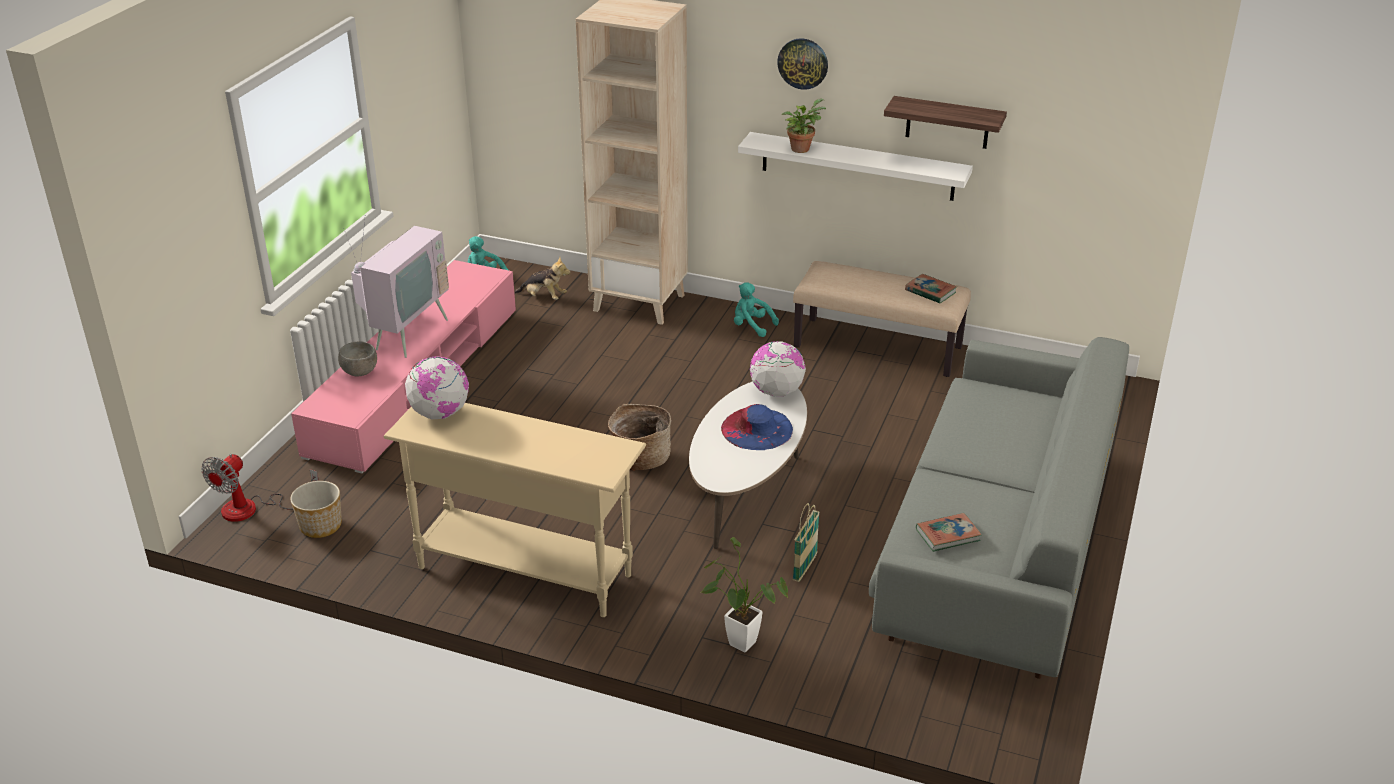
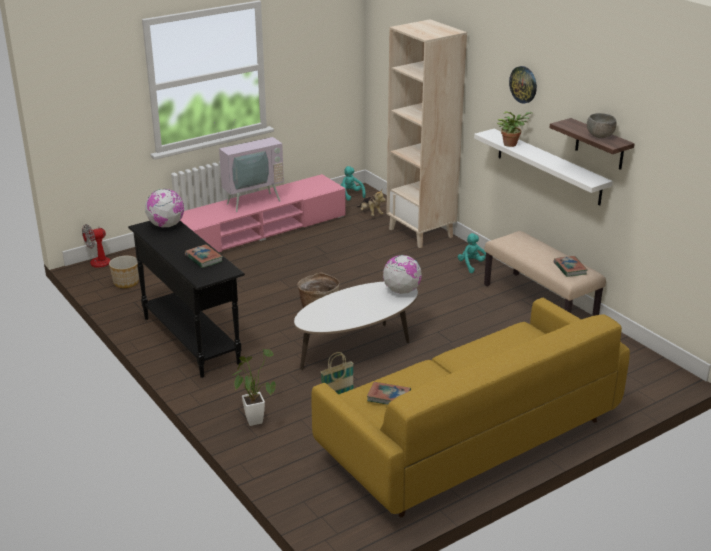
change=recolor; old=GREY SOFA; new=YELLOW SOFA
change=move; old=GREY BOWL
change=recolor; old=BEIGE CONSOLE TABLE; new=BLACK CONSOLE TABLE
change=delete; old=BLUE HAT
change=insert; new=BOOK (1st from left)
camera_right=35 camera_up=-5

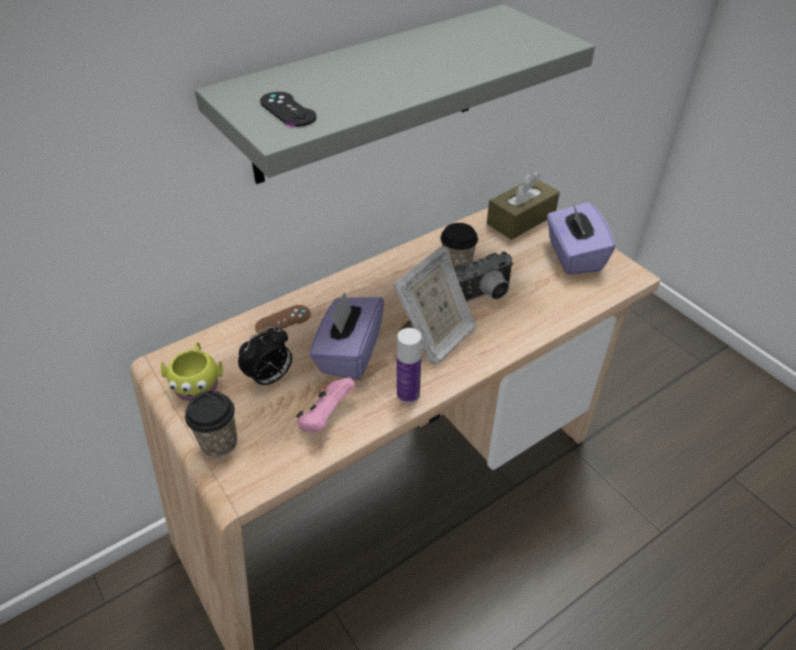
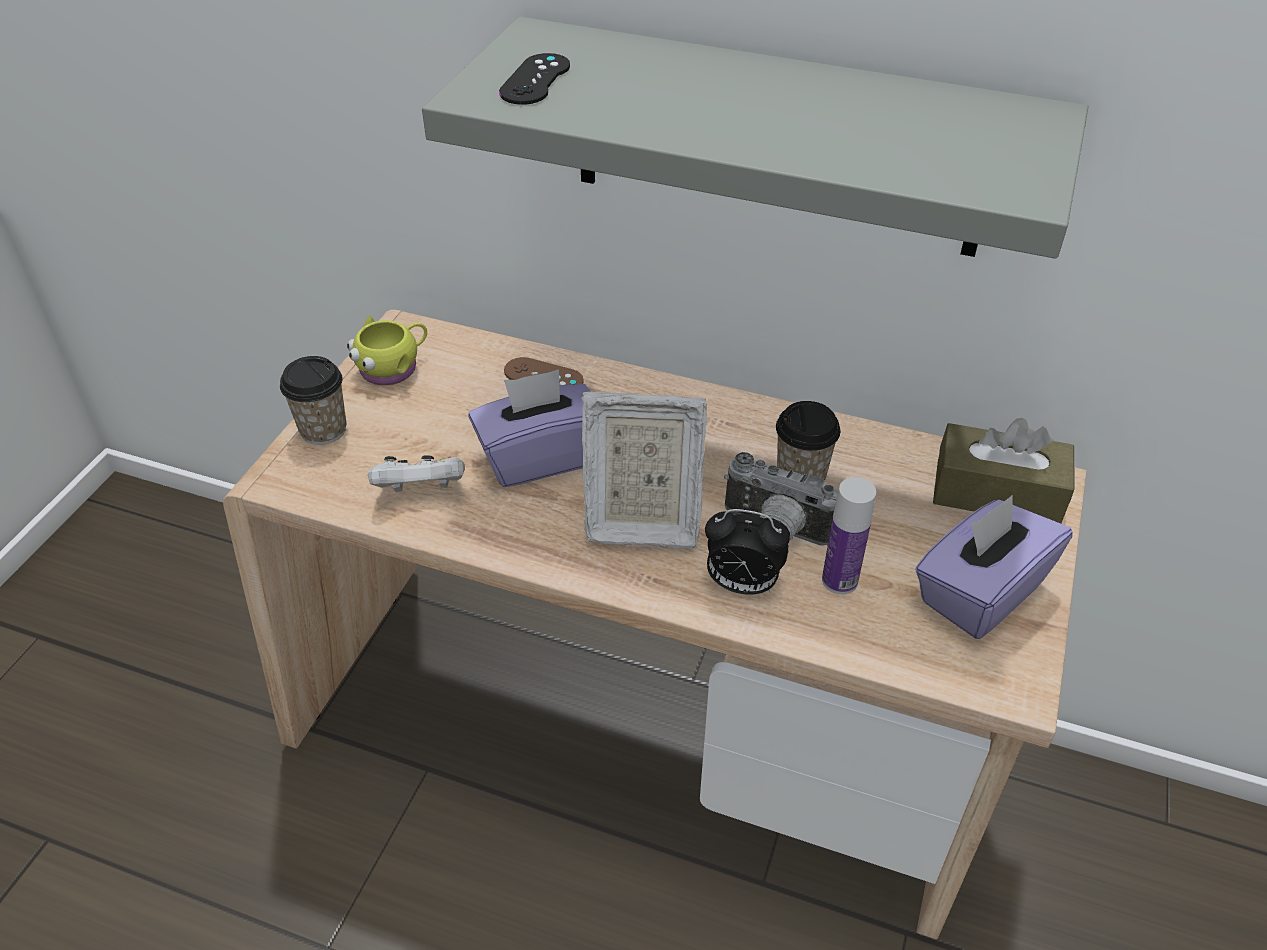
change=move; old=ALARM CLOCK
change=move; old=BOTTLE
change=recolor; old=PINK GAME CONTROLLER; new=WHITE GAME CONTROLLER
camera_right=55 camera_up=0

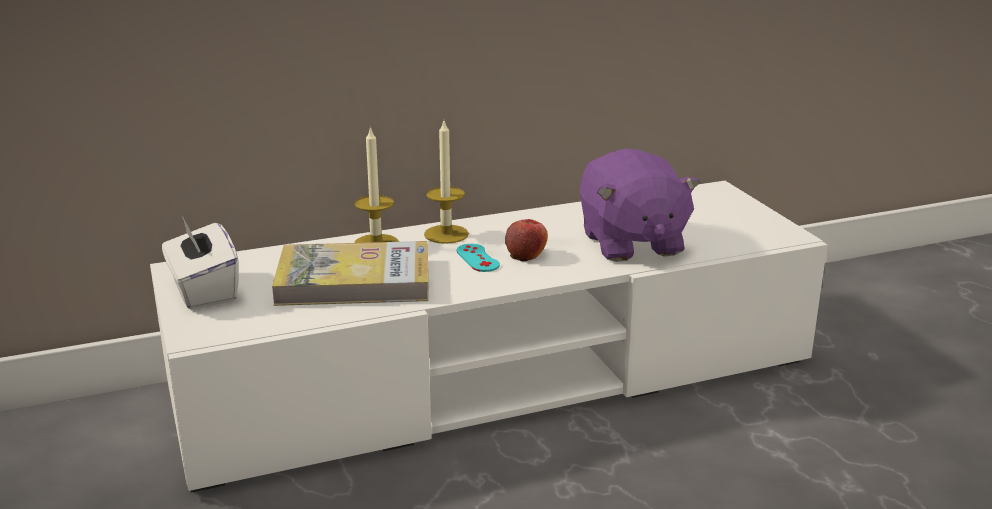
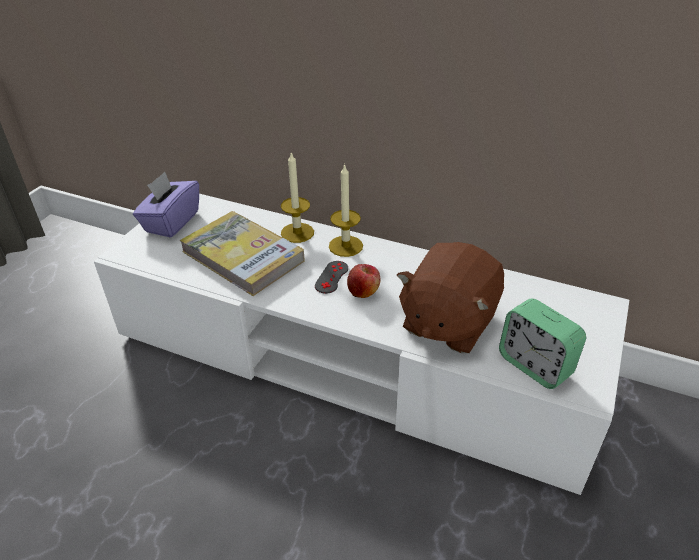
change=recolor; old=PURPLE PLUSH TOY; new=BROWN PLUSH TOY
change=recolor; old=WHITE TISSUE BOX; new=PURPLE TISSUE BOX
change=recolor; old=TURQUOISE GAME CONTROLLER; new=GREY GAME CONTROLLER
change=insert; new=ALARM CLOCK
camera_right=45 camera_up=15

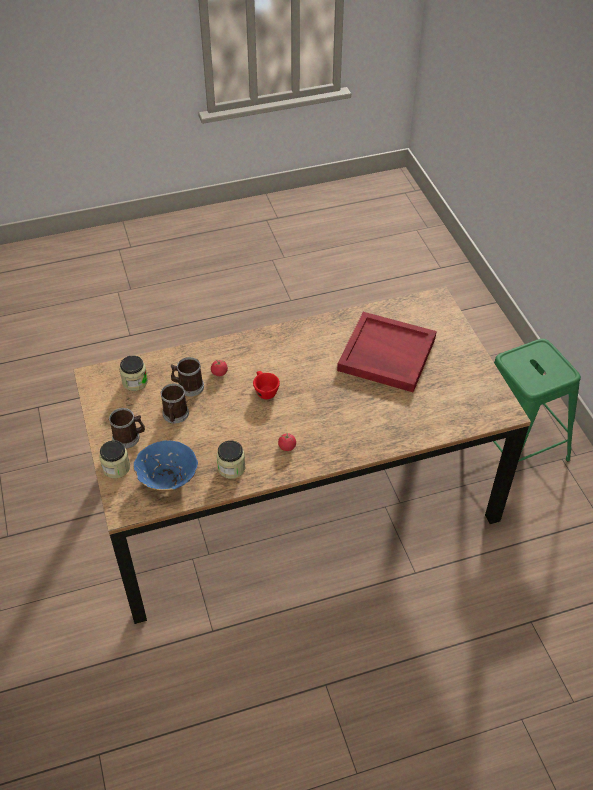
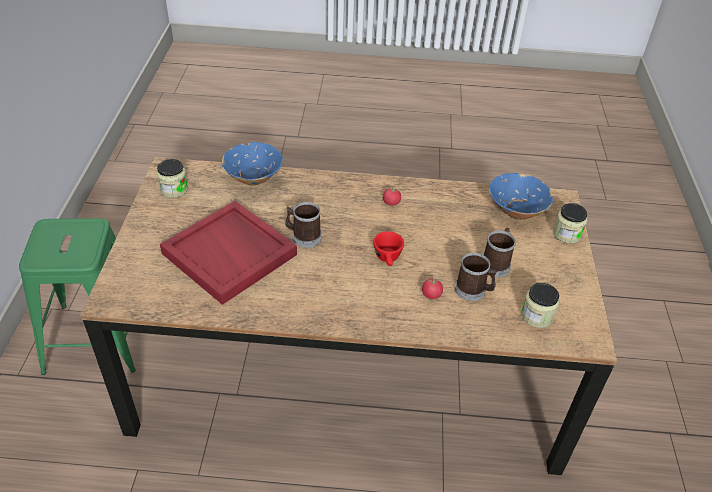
change=move; old=MUG (1st from left)
change=move; old=JAR (3rd from left in the first image); new=JAR (1st from left)
change=insert; new=BLUE BOWL (1st from left)
camera_right=-160 camera_up=-5

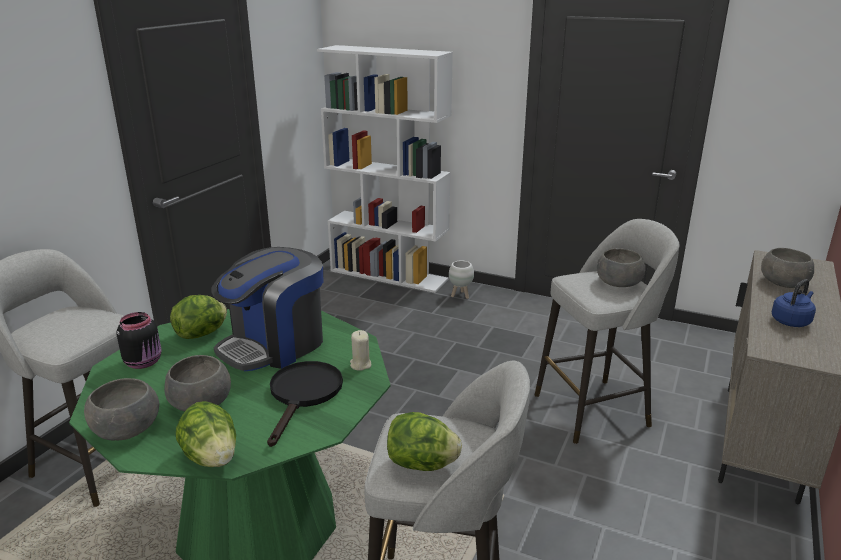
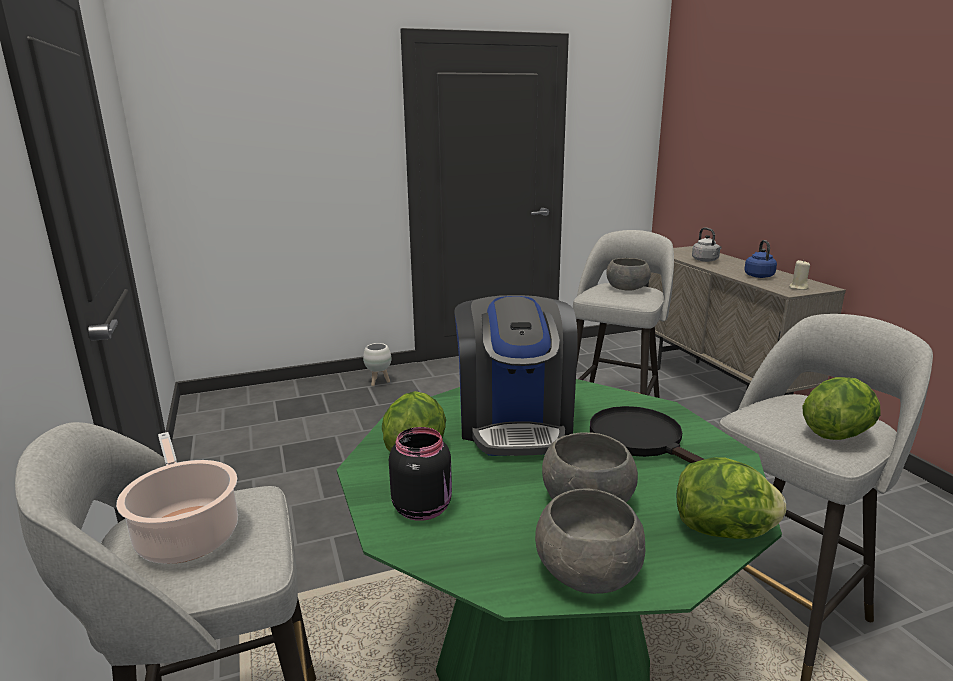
change=delete; old=WHITE BOOKCASE
change=replace; old=GREY BOWL (4th from left); new=GREY KETTLE
change=move; old=BEIGE CANDLE
change=insert; new=COOKING POT
camera_right=-45 camera_up=-5

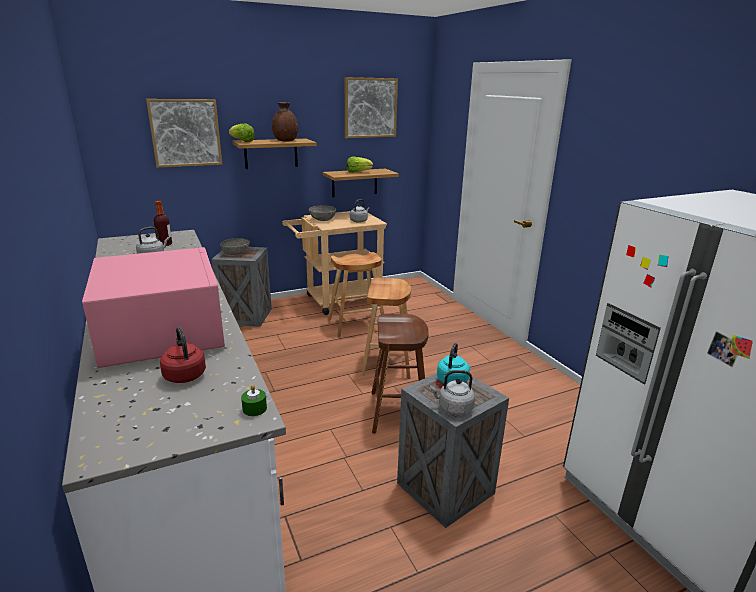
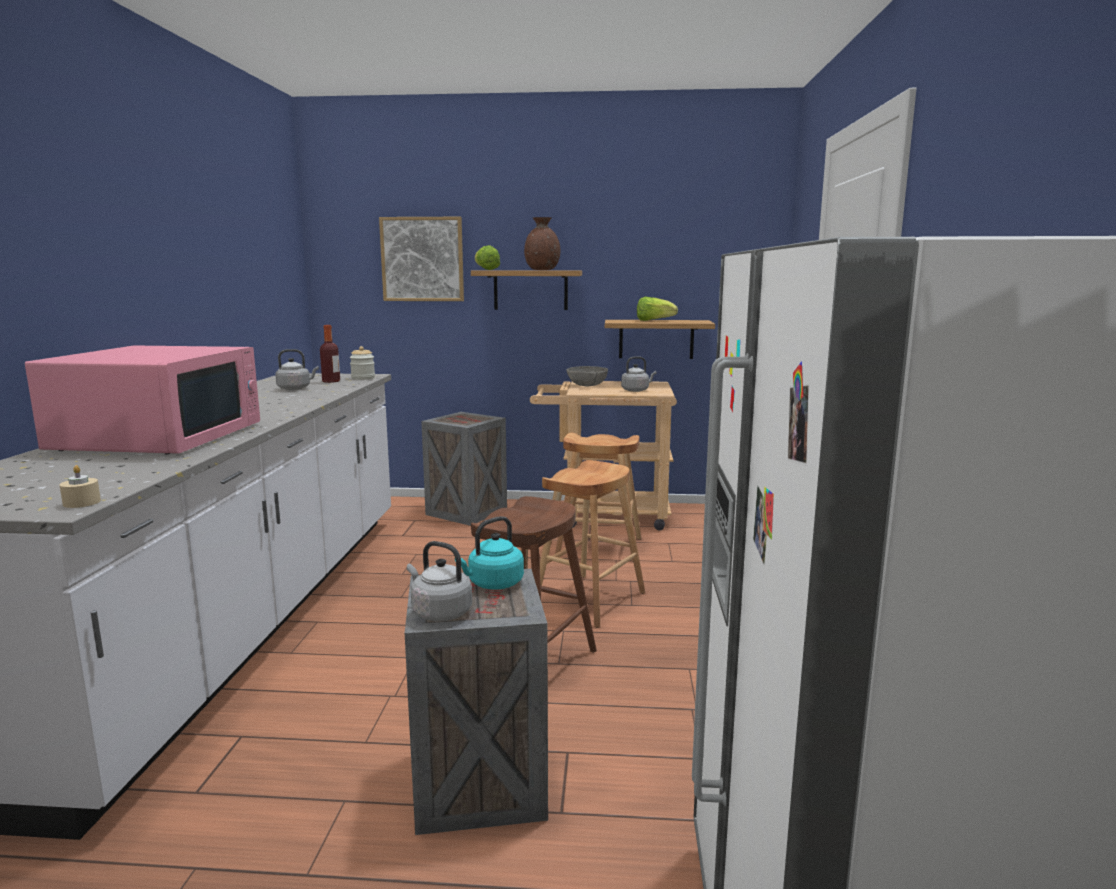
change=delete; old=PICTURE (2nd from left)
change=delete; old=GREY BOWL (1st from left)
change=delete; old=RED KETTLE
change=recolor; old=GREEN CANDLE; new=BEIGE CANDLE
change=insert; new=JAR
camera_right=30 camera_up=-10

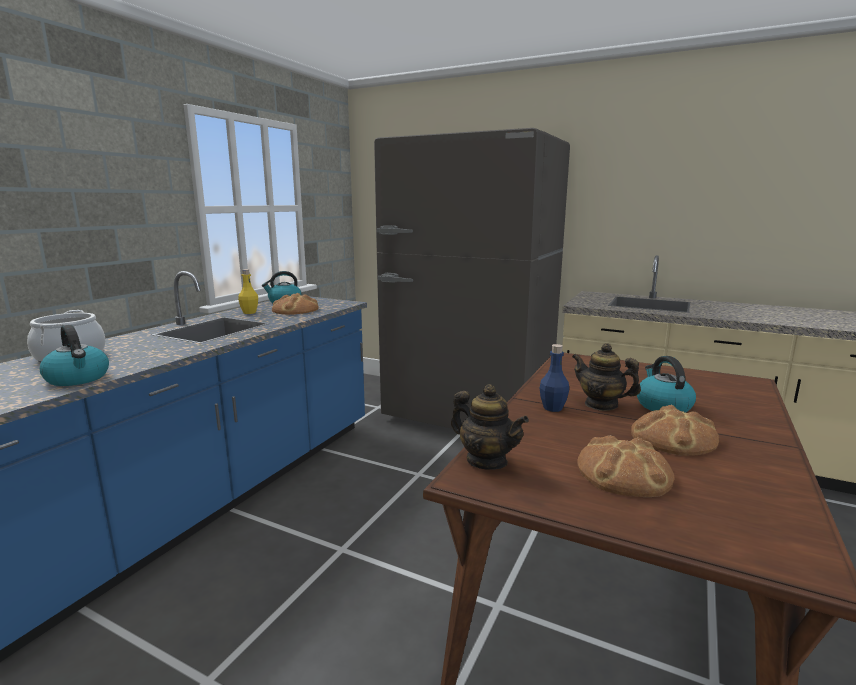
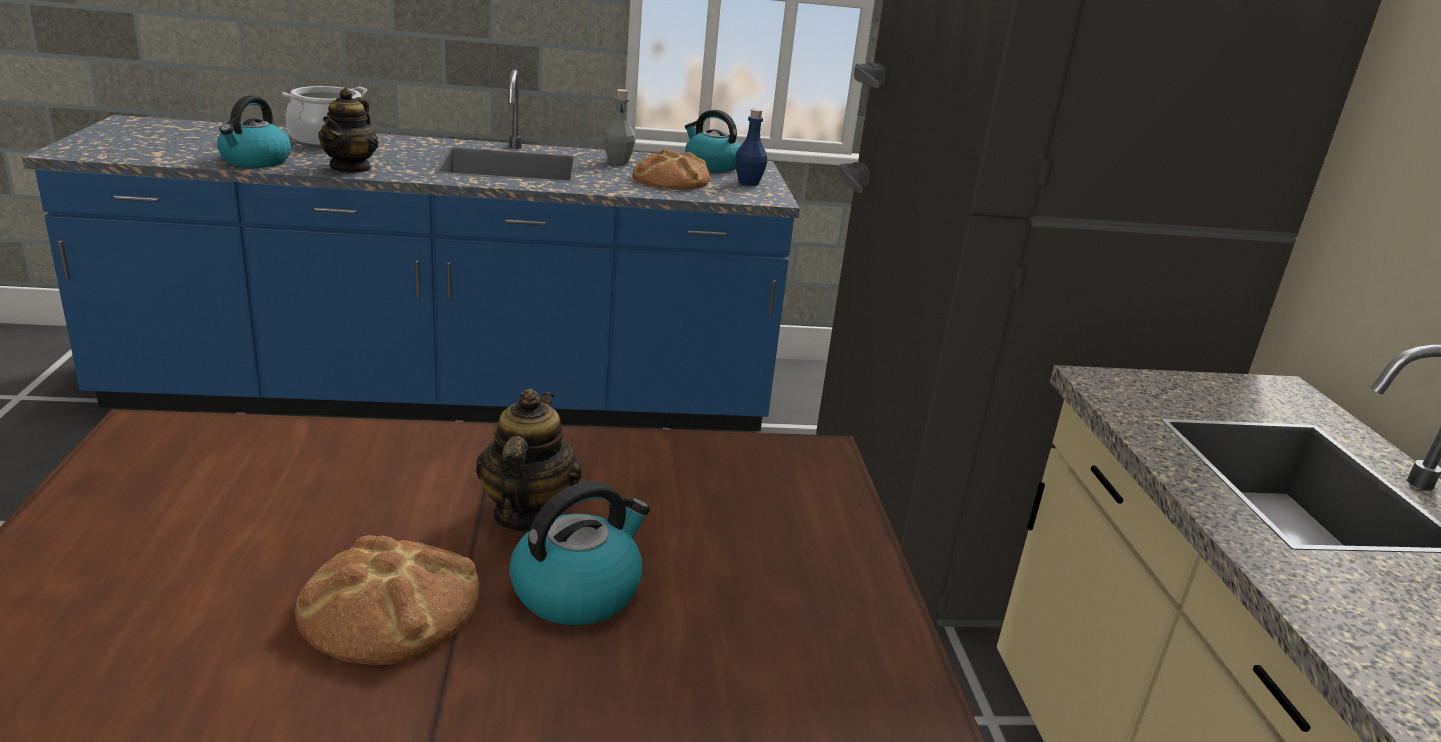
change=recolor; old=YELLOW BOTTLE; new=GREY BOTTLE
change=move; old=BLUE BOTTLE
change=move; old=TEAPOT (1st from left)
change=delete; old=BREAD (2nd from left)
camera_right=55 camera_up=10

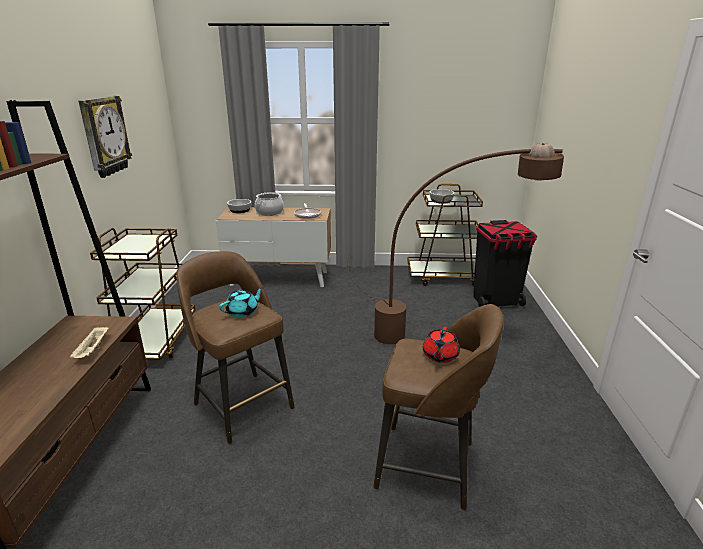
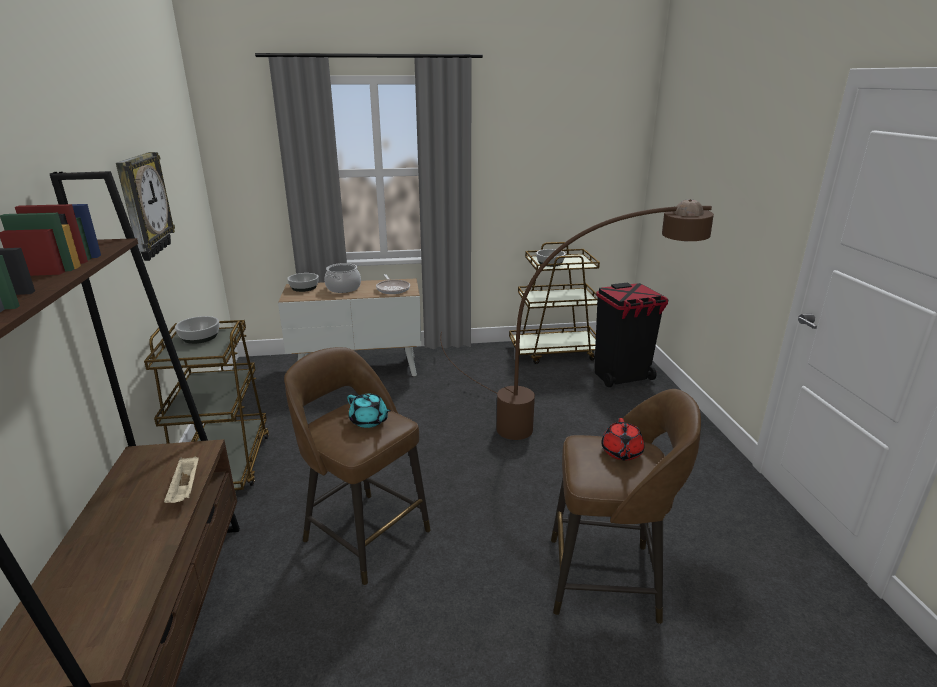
change=rotate; old=TURQUOISE TEAPOT; degrees=90
change=insert; new=BOWL (1st from left)
camera_right=-10 camera_up=0

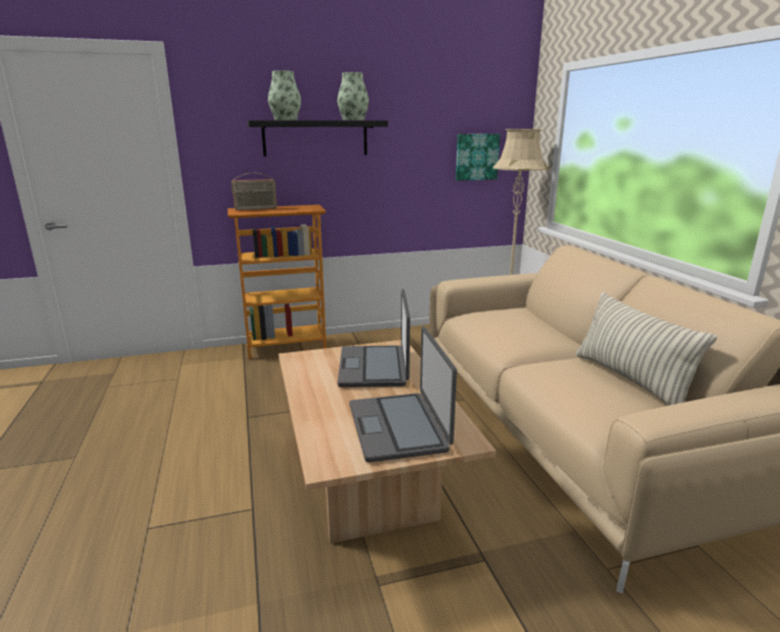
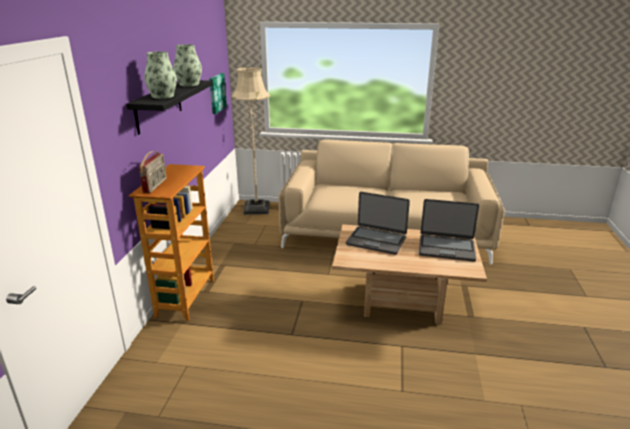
change=delete; old=PILLOW
camera_right=-65 camera_up=5

